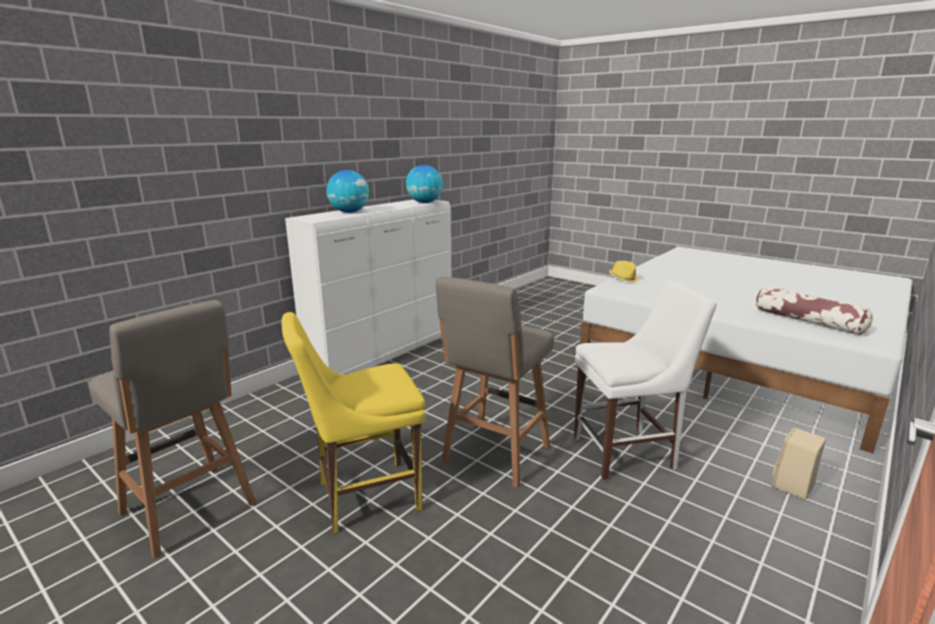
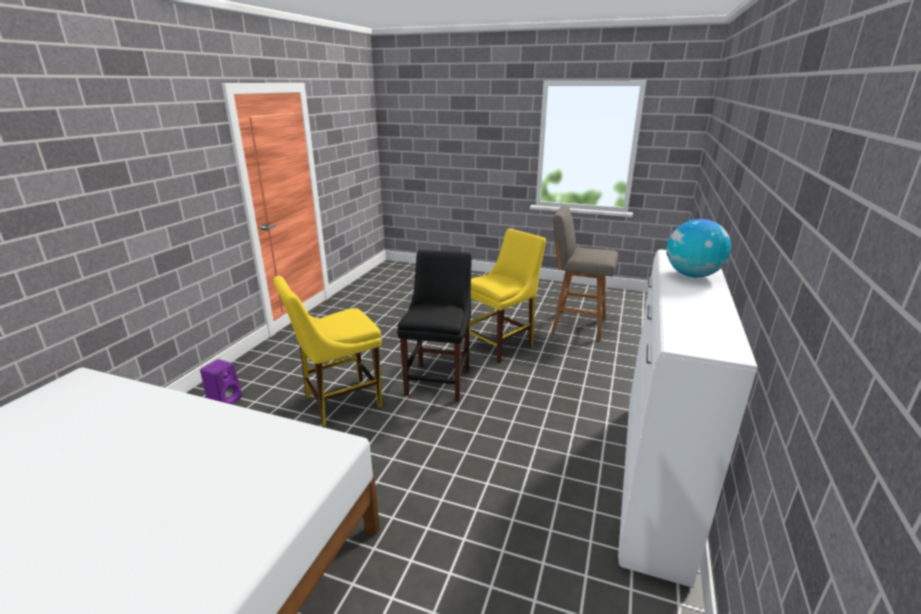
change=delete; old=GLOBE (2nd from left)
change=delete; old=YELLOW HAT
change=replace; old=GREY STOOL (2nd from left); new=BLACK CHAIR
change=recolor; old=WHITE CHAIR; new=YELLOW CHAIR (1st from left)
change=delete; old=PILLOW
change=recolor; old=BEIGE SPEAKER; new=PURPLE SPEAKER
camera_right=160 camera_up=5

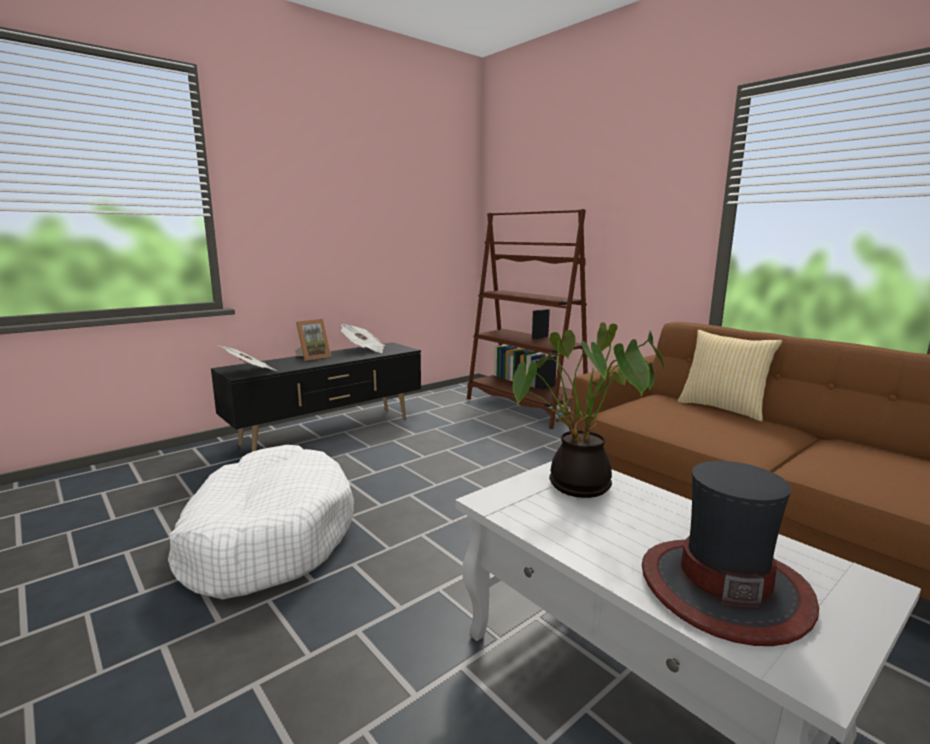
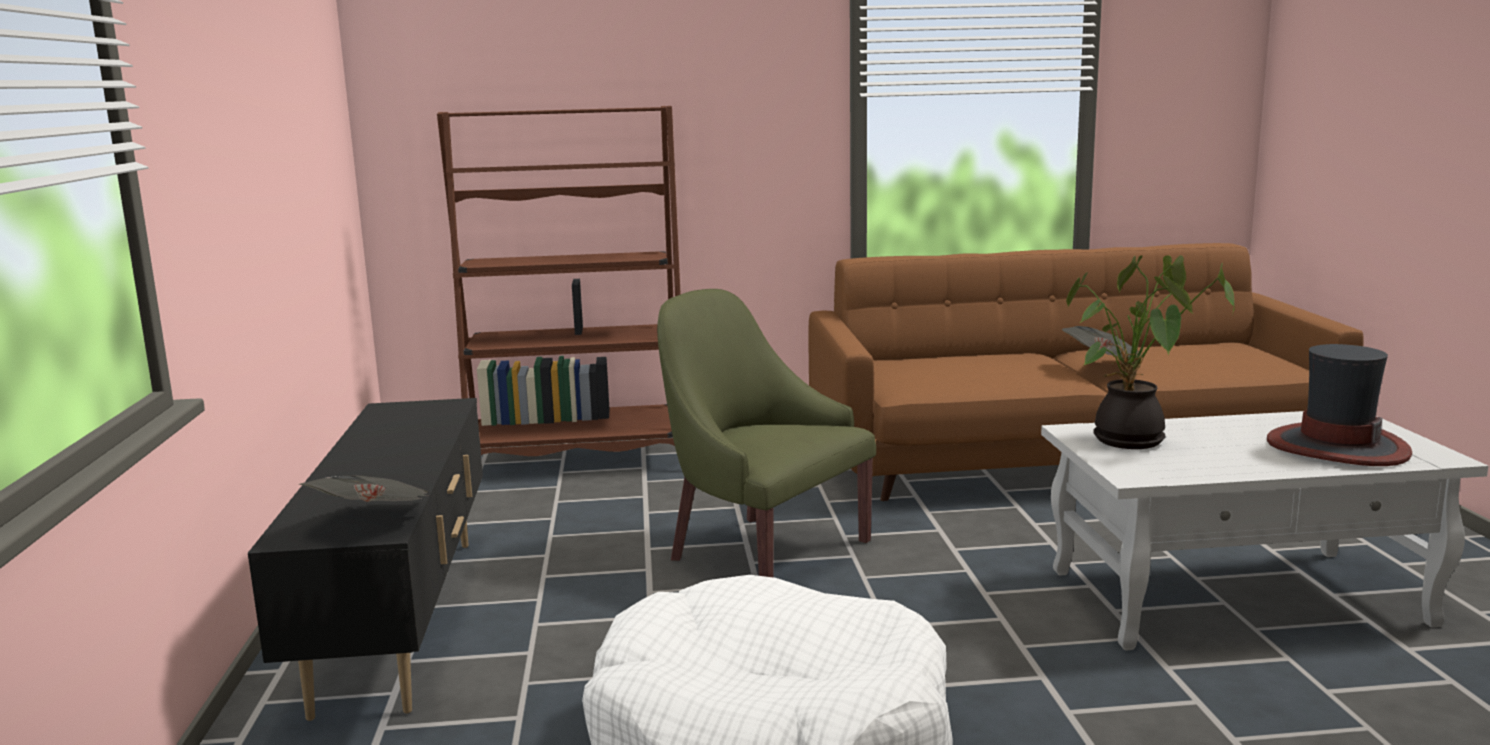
change=delete; old=PICTURE FRAME
change=move; old=NEWSPAPER (2nd from left)
change=delete; old=PILLOW
change=insert; new=GREEN ARMCHAIR
camera_right=-55 camera_up=0

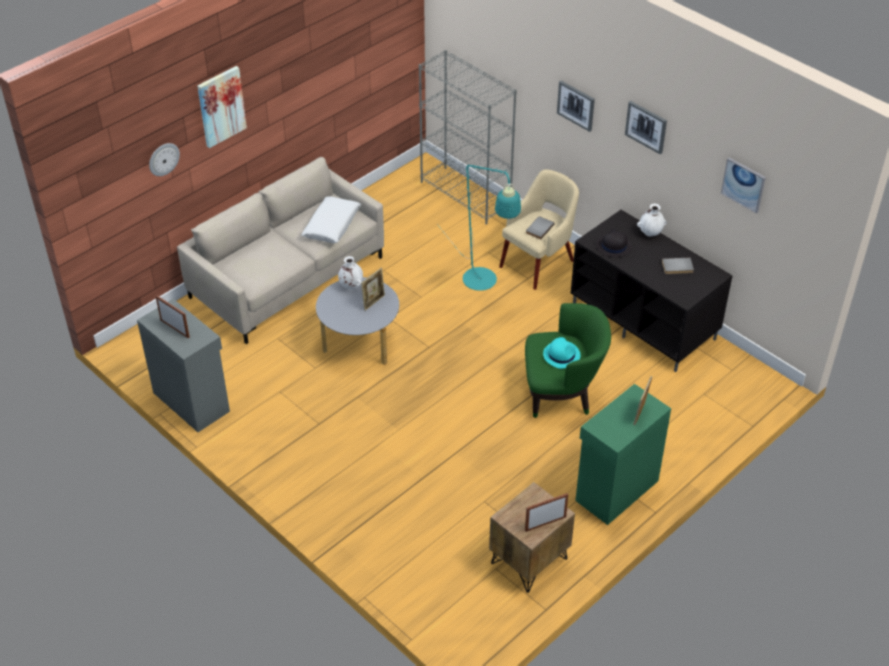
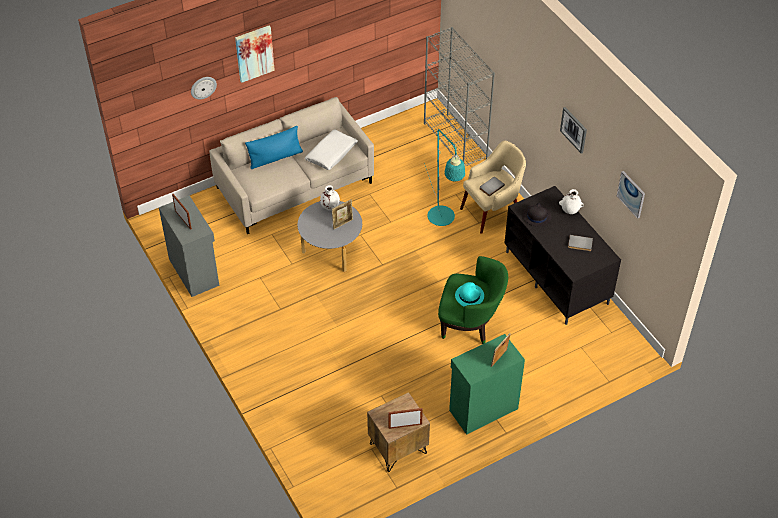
change=delete; old=PICTURE (2nd from left)
change=insert; new=BLUE PILLOW
camera_right=15 camera_up=5

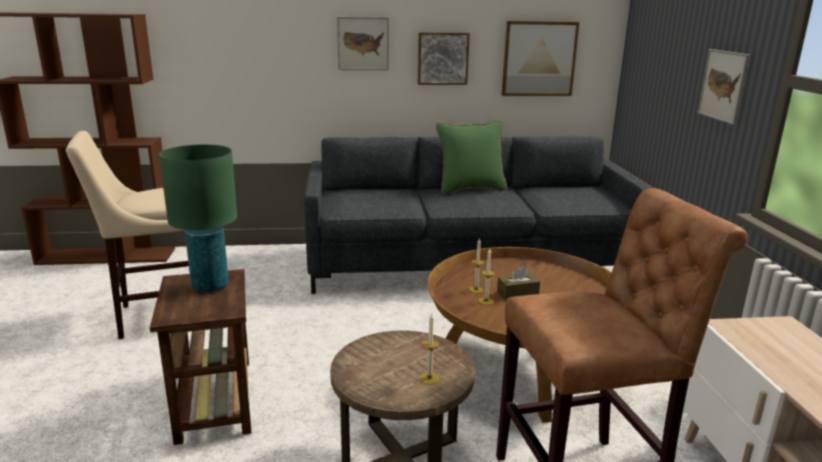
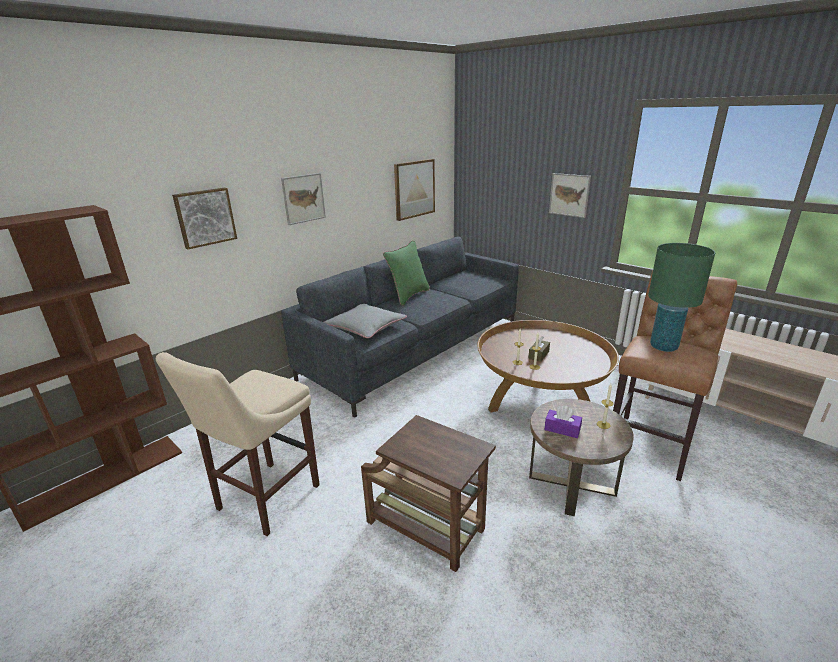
change=move; old=PICTURE (2nd from left in the first image); new=PICTURE (1st from left)
change=move; old=GREEN TABLE LAMP
change=insert; new=GREY PILLOW
change=insert; new=PURPLE TISSUE BOX
camera_right=-40 camera_up=5

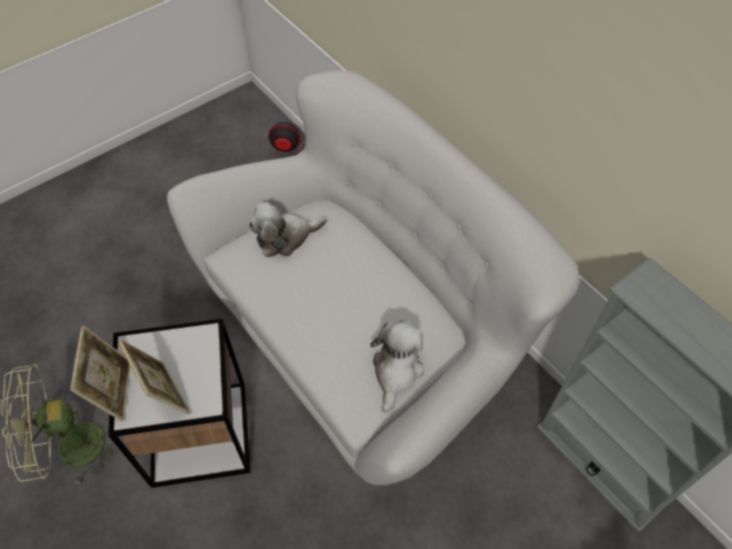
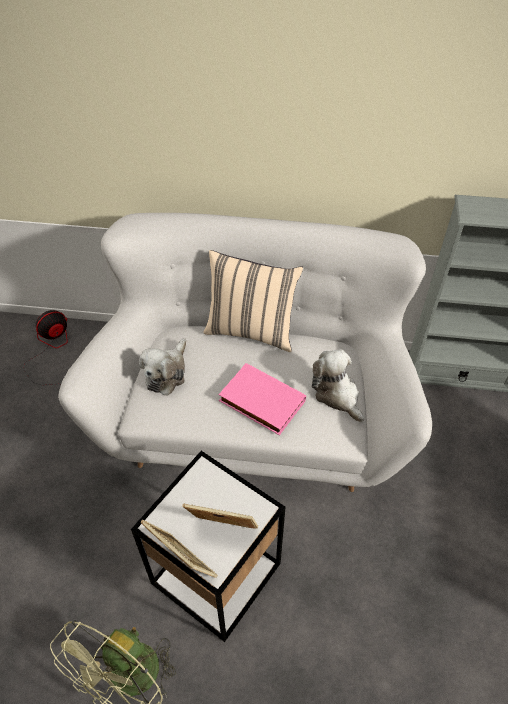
change=insert; new=BEIGE PILLOW
change=insert; new=PINK BOOK
camera_right=-45 camera_up=-5

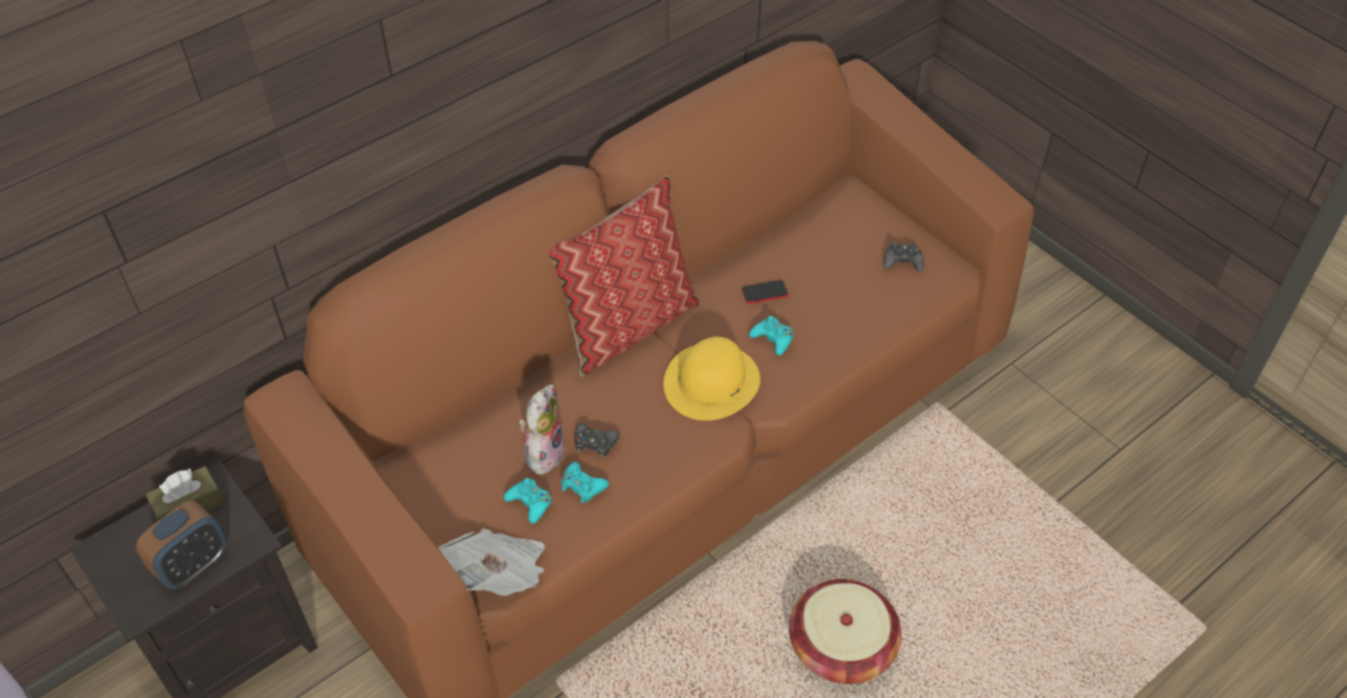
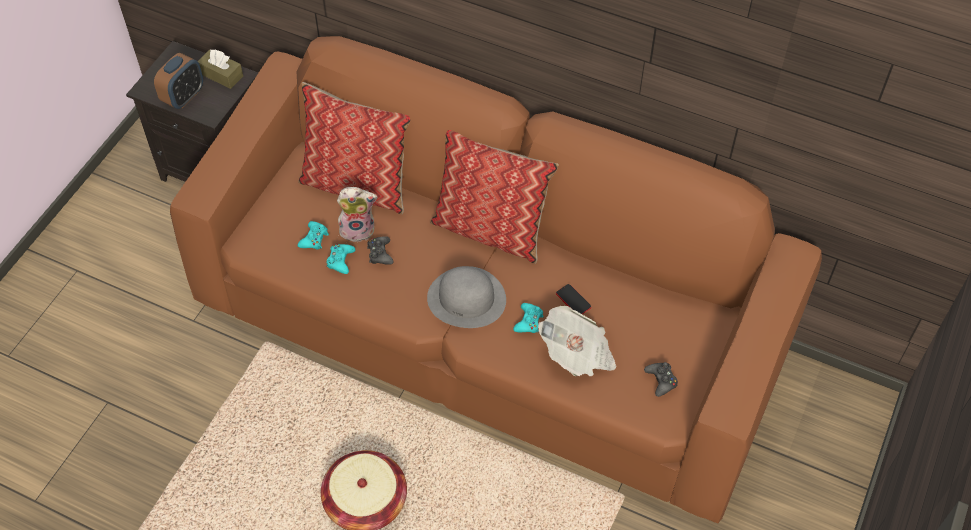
change=recolor; old=YELLOW HAT; new=GREY HAT
change=rotate; old=ALARM CLOCK; degrees=-75
change=move; old=NEWSPAPER
change=insert; new=PILLOW (1st from left)
camera_right=65 camera_up=5

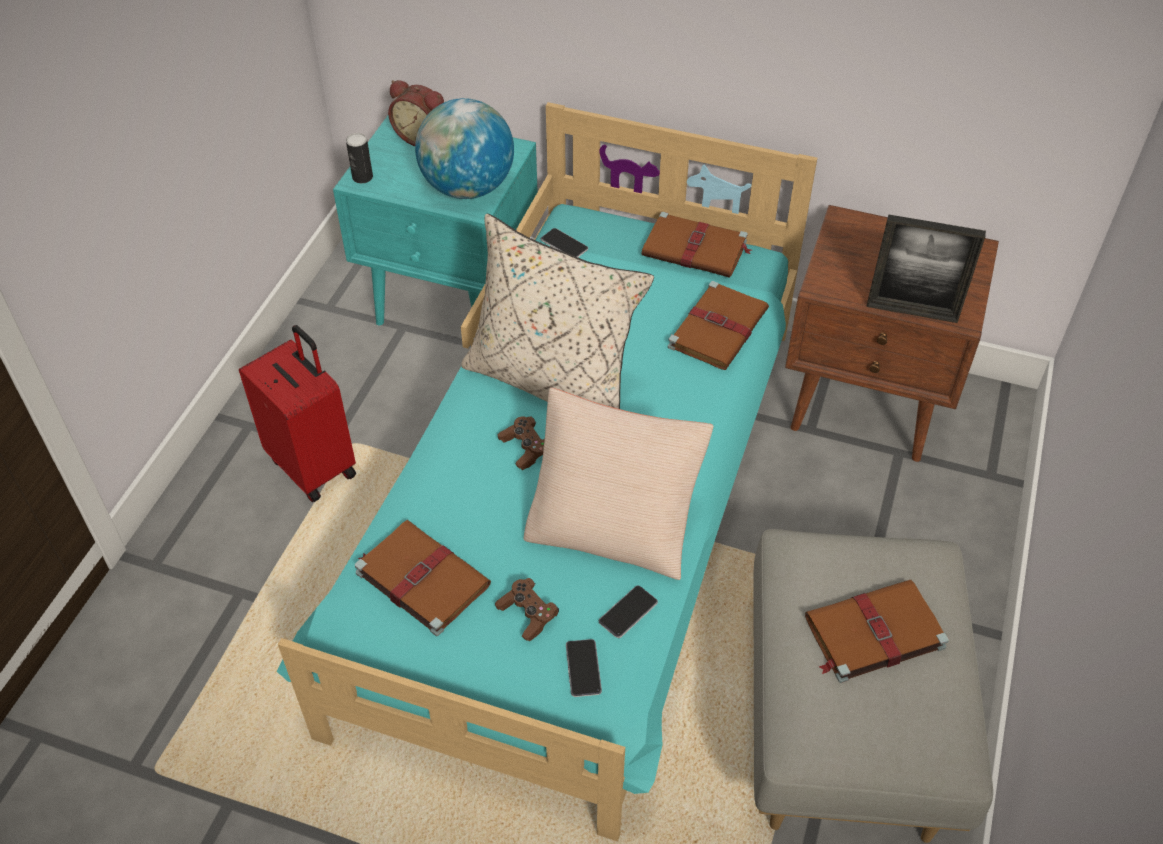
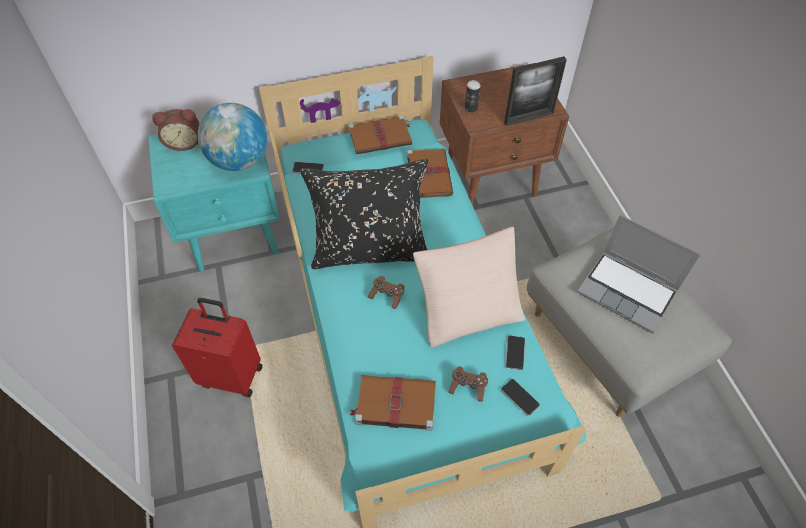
change=move; old=CAN
change=recolor; old=BEIGE PILLOW (1st from left); new=BLACK PILLOW
change=replace; old=BROWN BOOK (4th from left); new=LAPTOP
camera_right=-35 camera_up=5

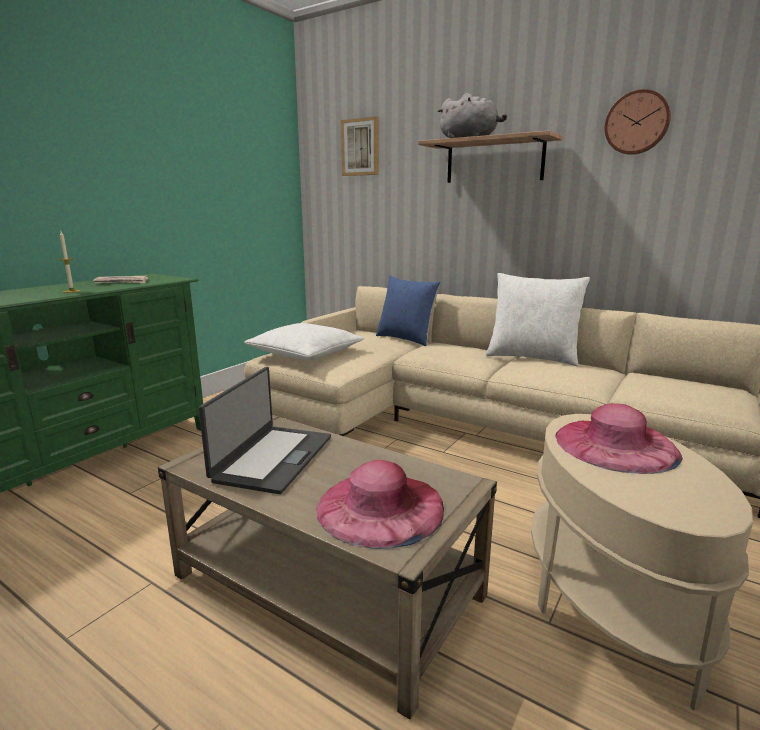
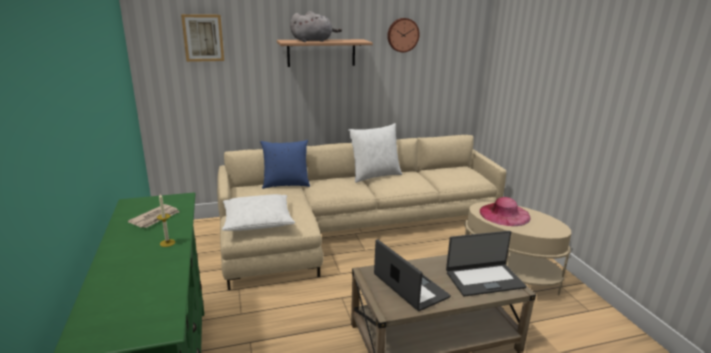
change=replace; old=PINK HAT (1st from left); new=LAPTOP (2nd from left)
camera_right=-50 camera_up=5

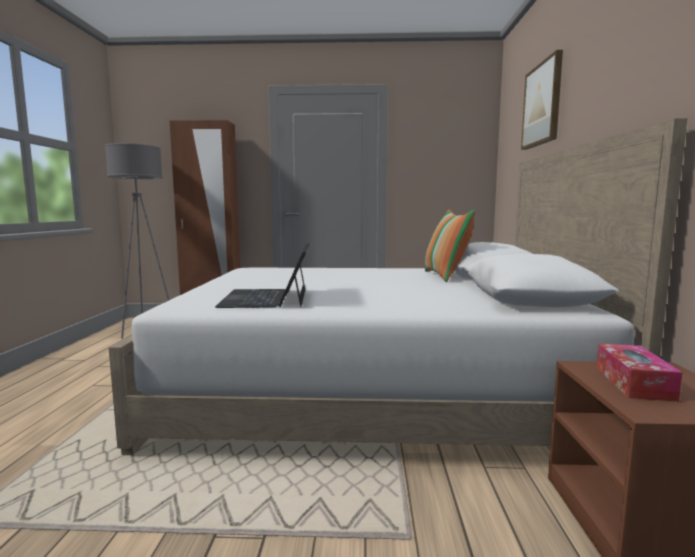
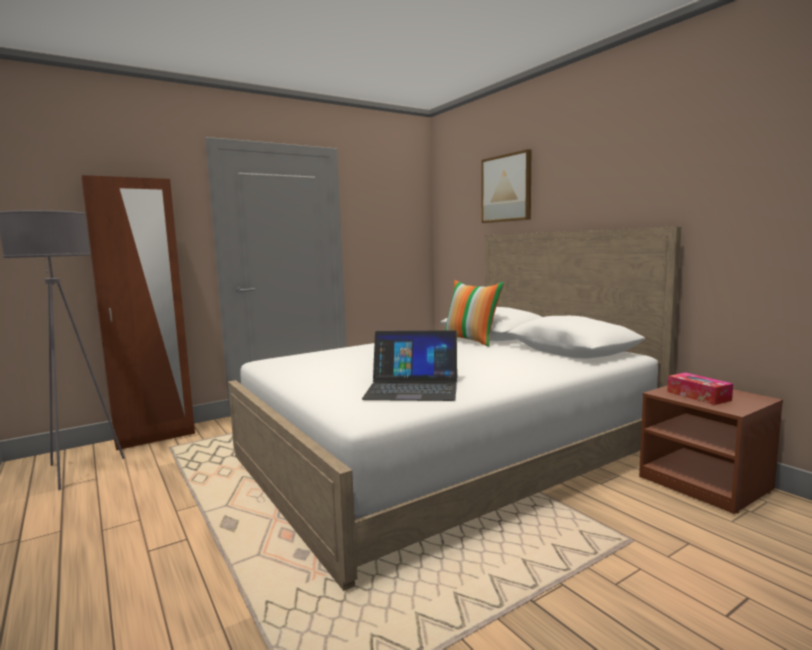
change=rotate; old=LAPTOP; degrees=-45
camera_right=-35 camera_up=0

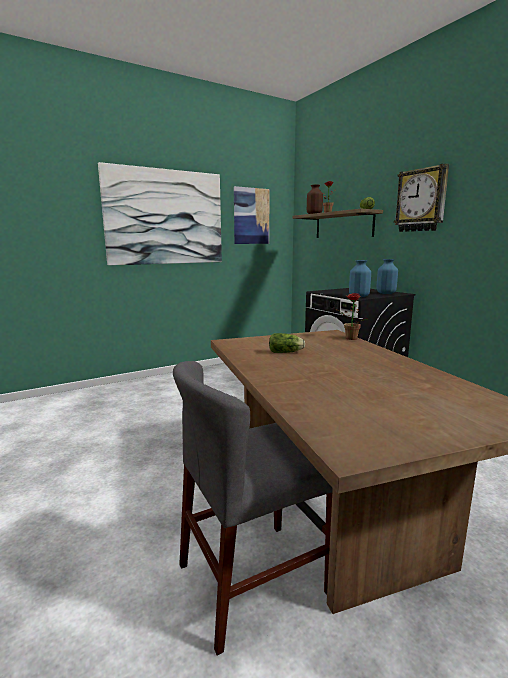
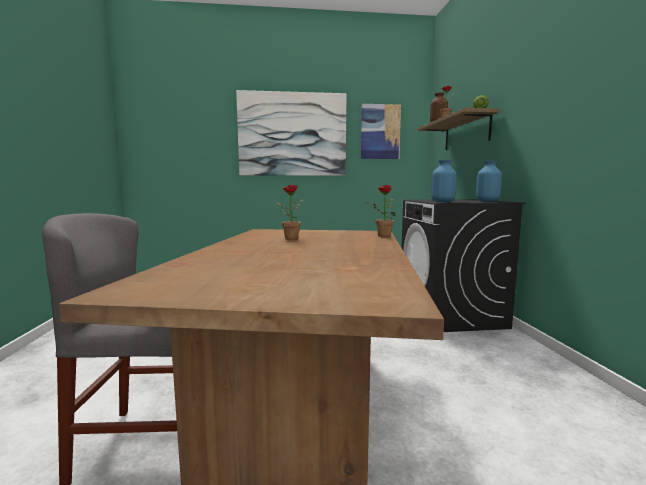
change=delete; old=WALL CLOCK
change=replace; old=LETTUCE (1st from left); new=POTTED PLANT (1st from left)
camera_right=25 camera_up=-5

